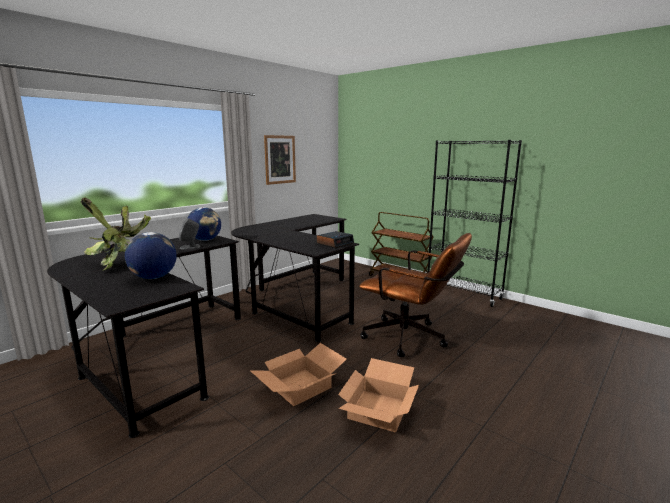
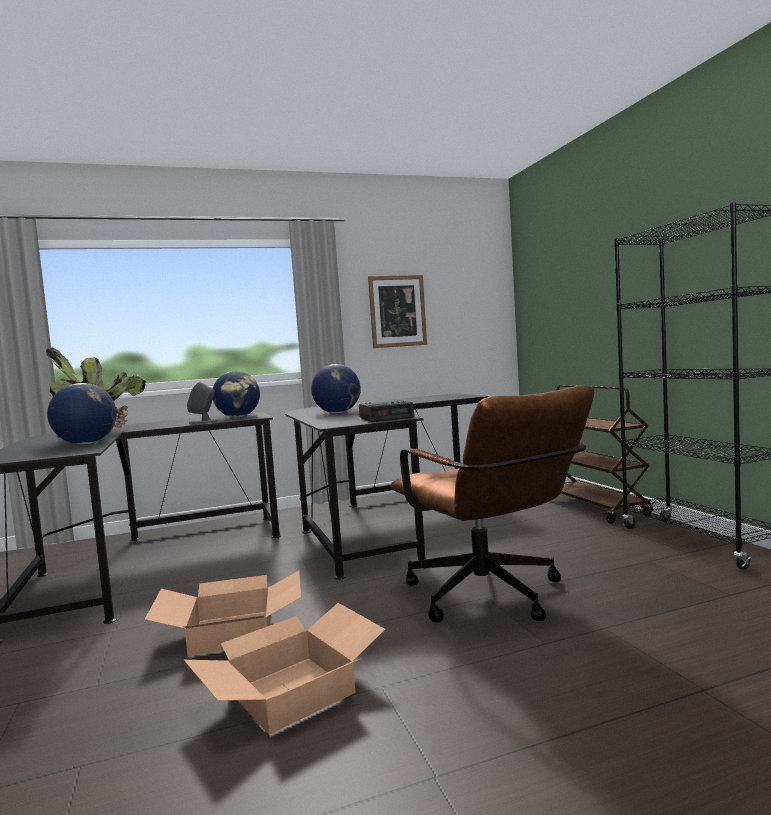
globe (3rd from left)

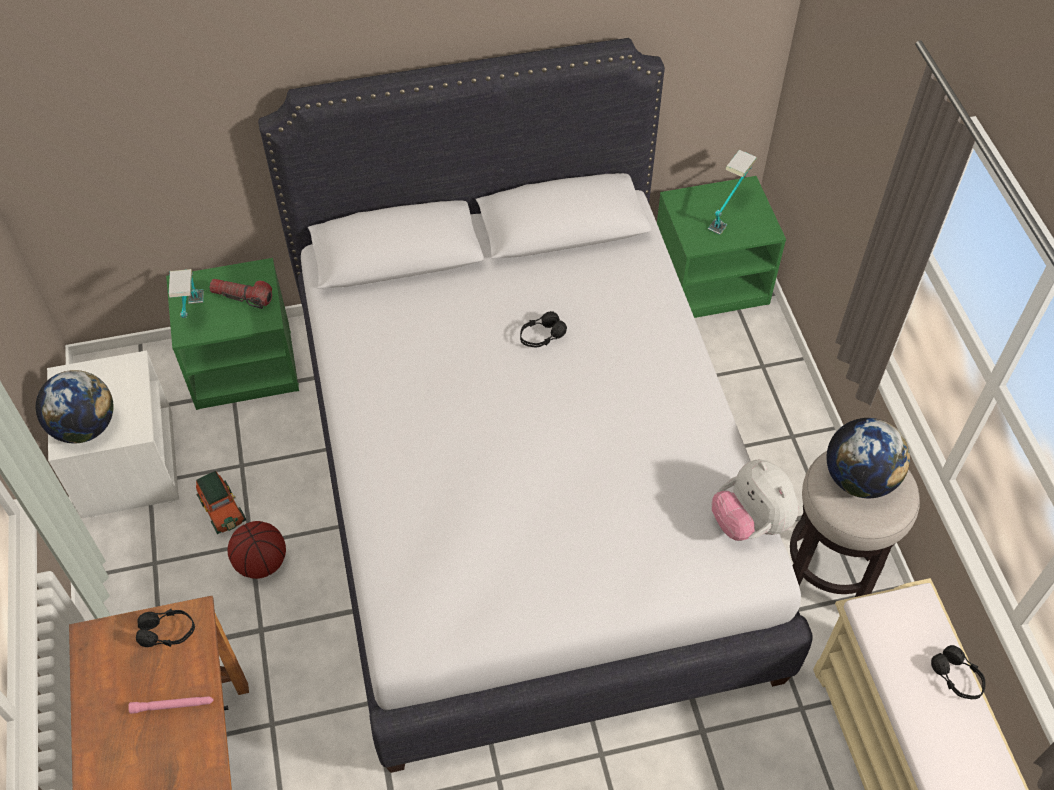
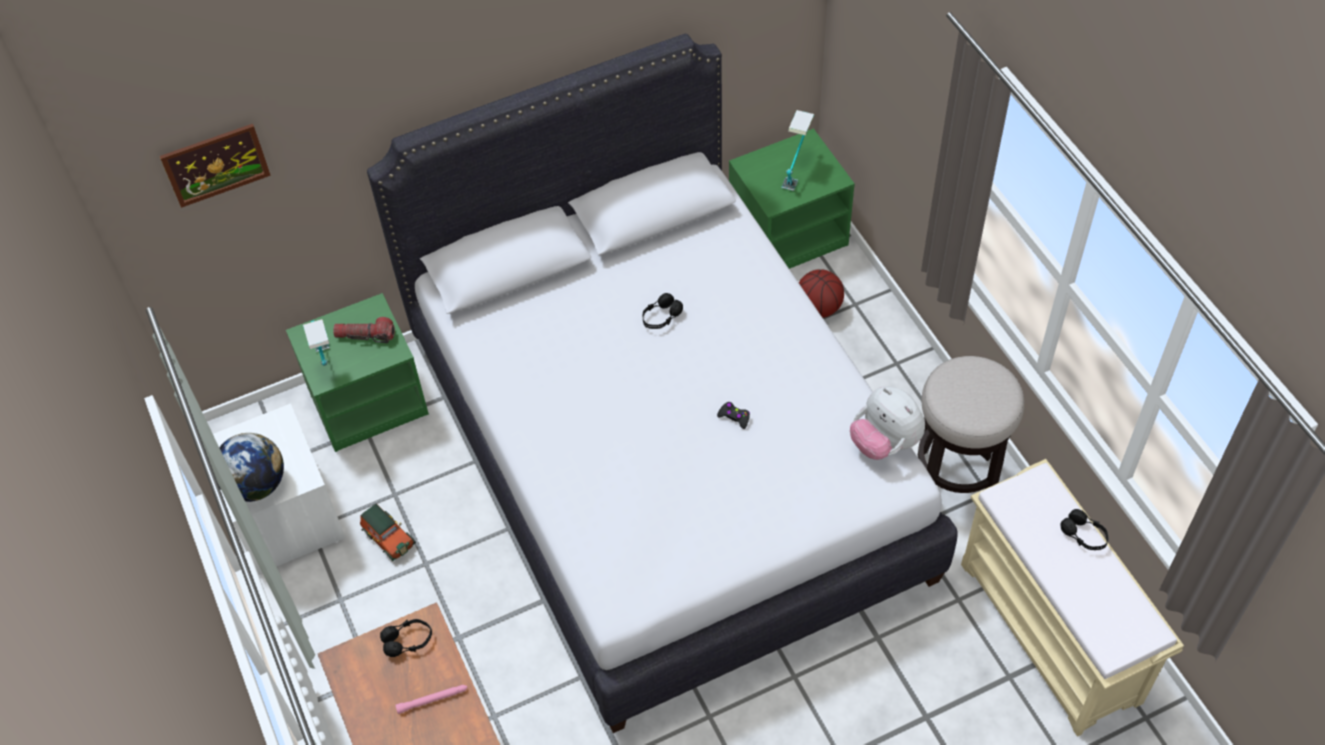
globe (2nd from left in the first image)
ballon de basket
tableau
manette/noir

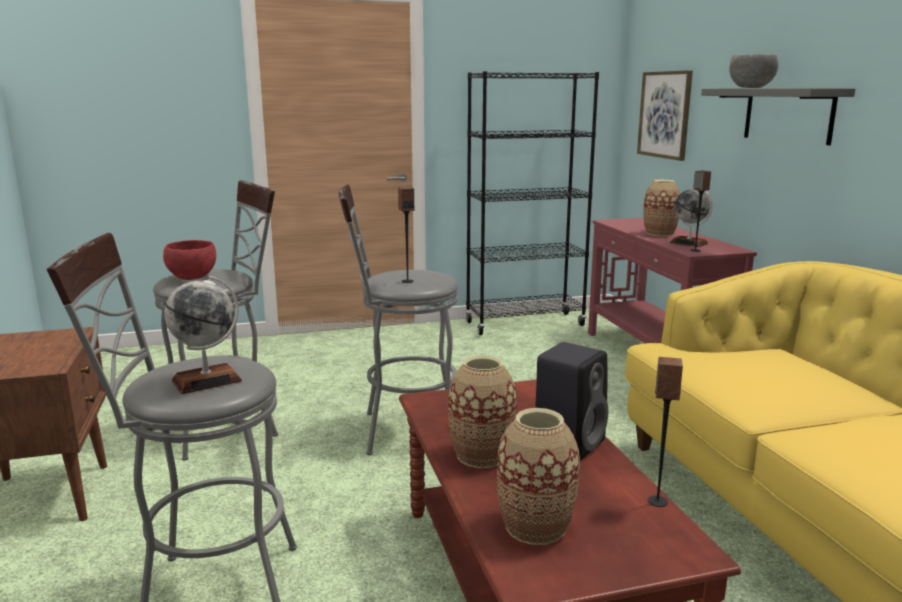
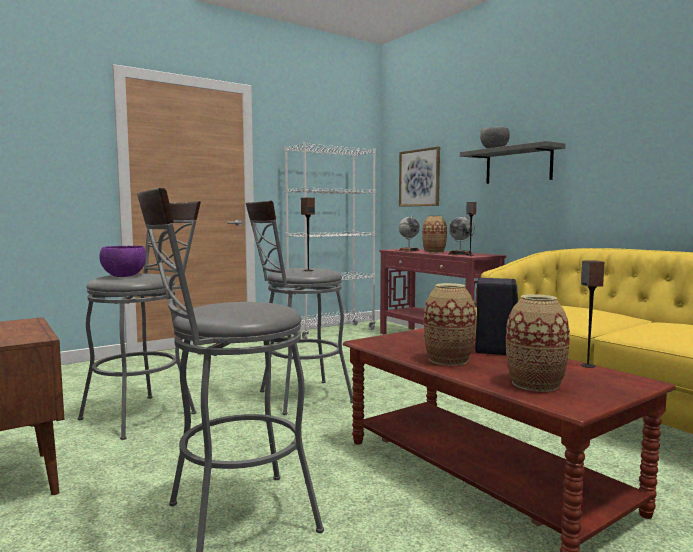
bibliothèque/blanc
bol/violet
globe (1st from left)

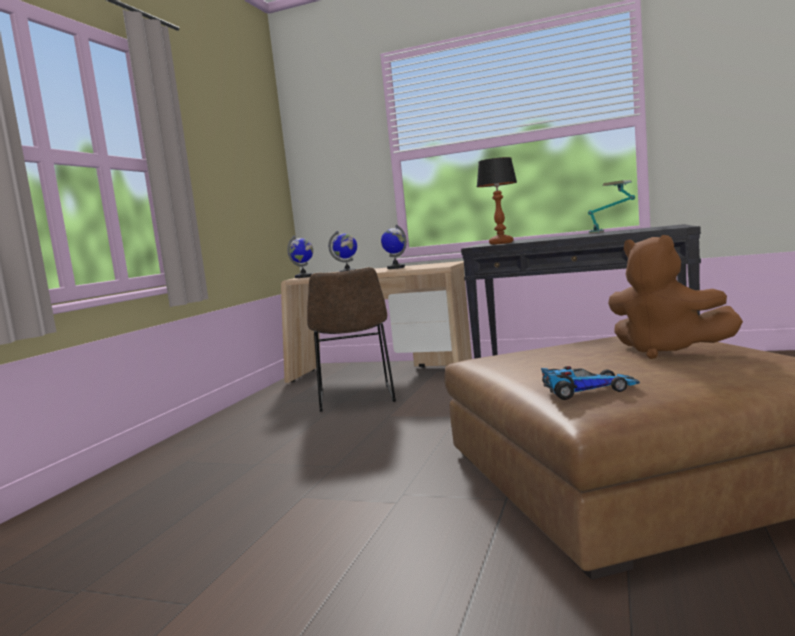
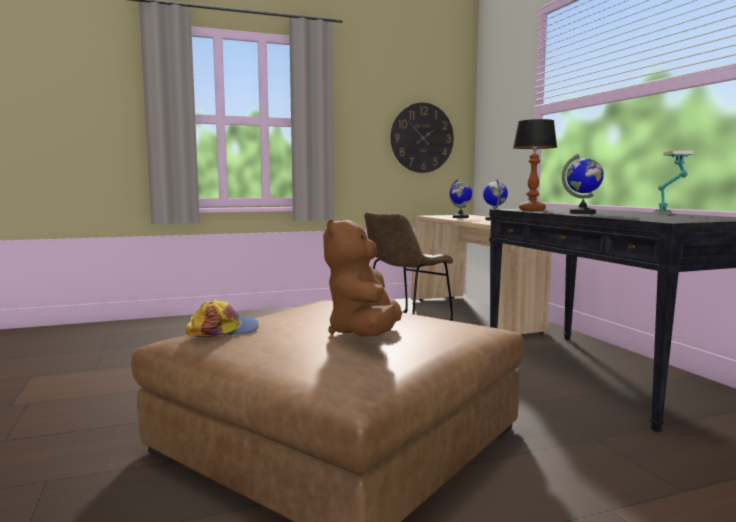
globe (3rd from left)
casquette
horloge murale

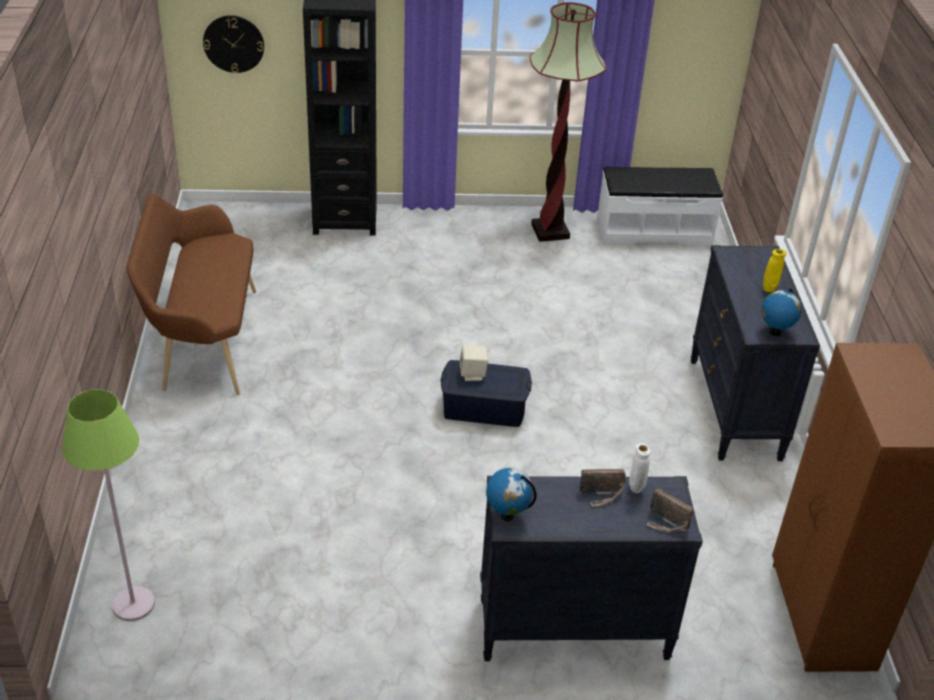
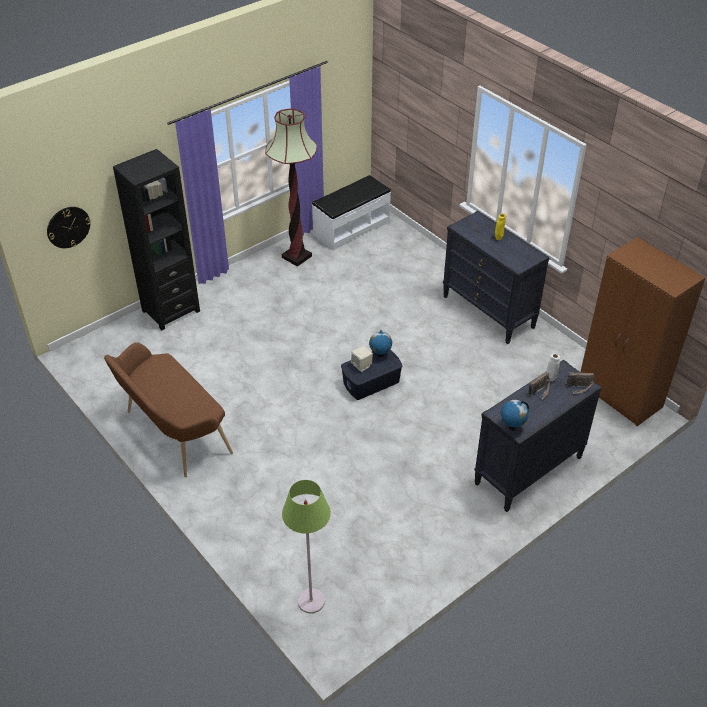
globe (1st from left)

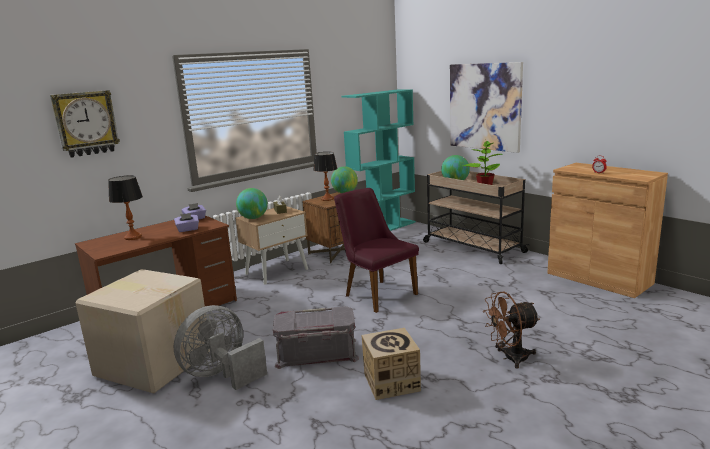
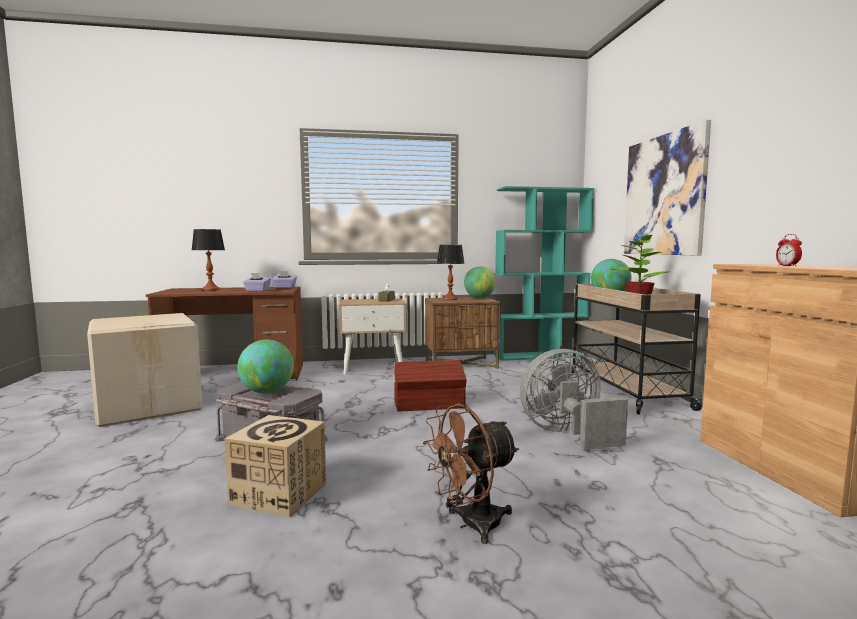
horloge murale
globe (1st from left)
boîte de rangement/marron
ventilateur/marron
ventilateur/gris

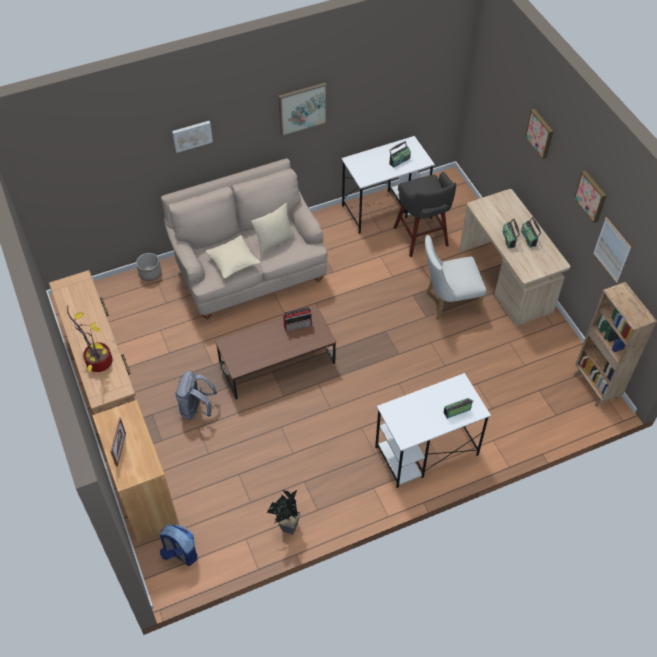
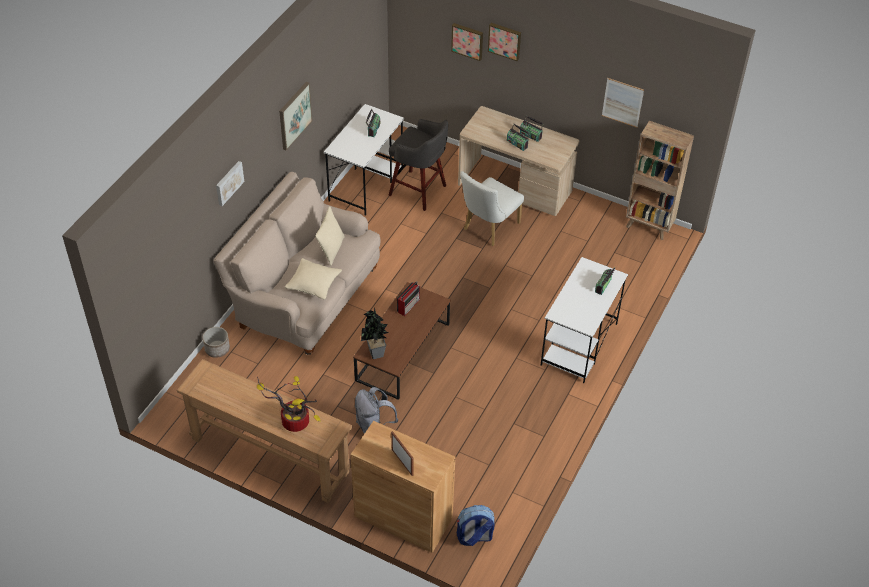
tableau (3rd from left)
plante en pot (2nd from left)

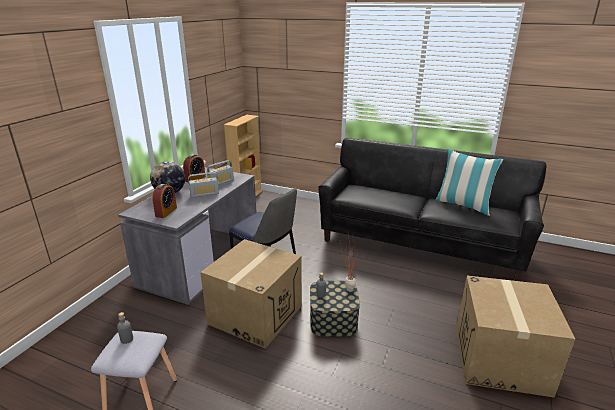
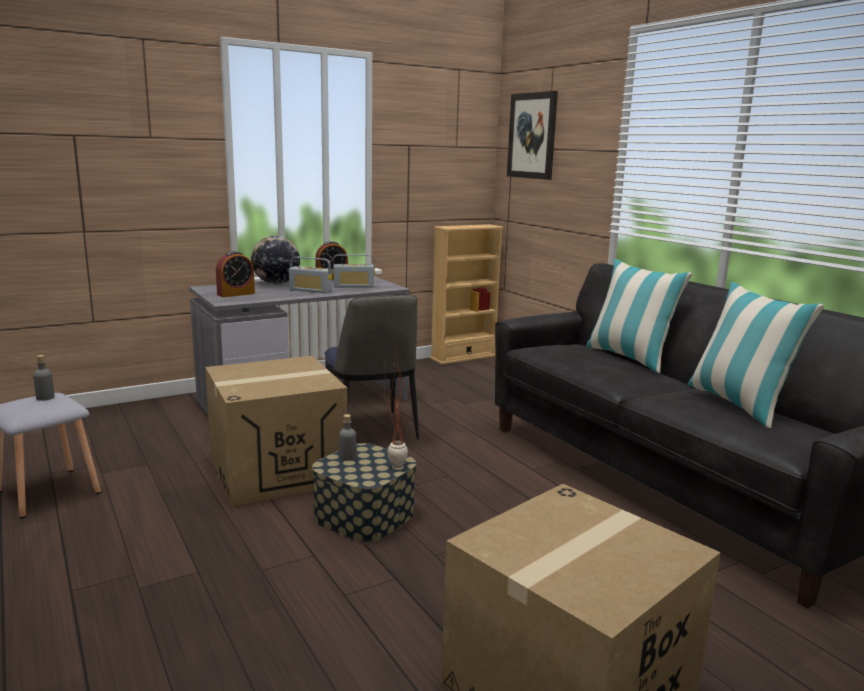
tableau
coussin (1st from left)

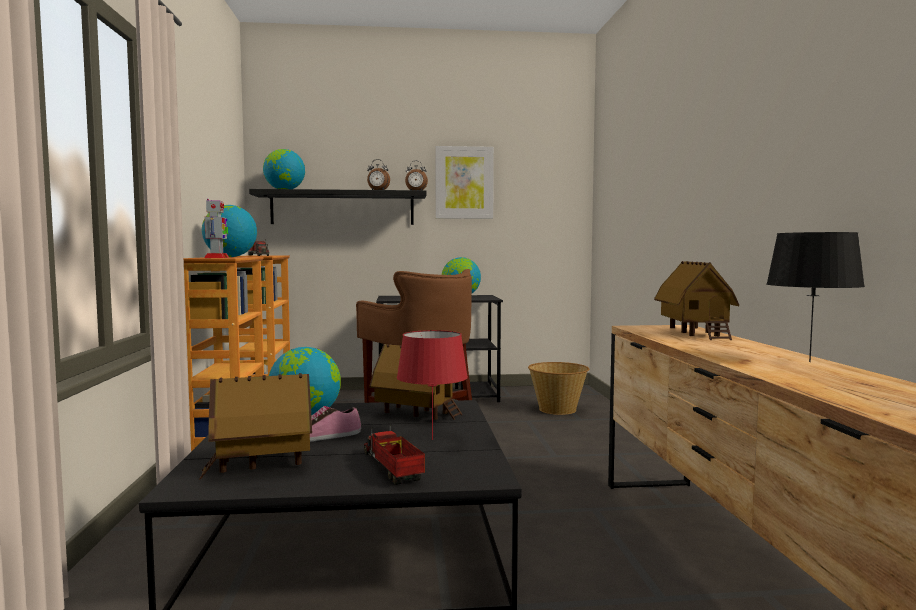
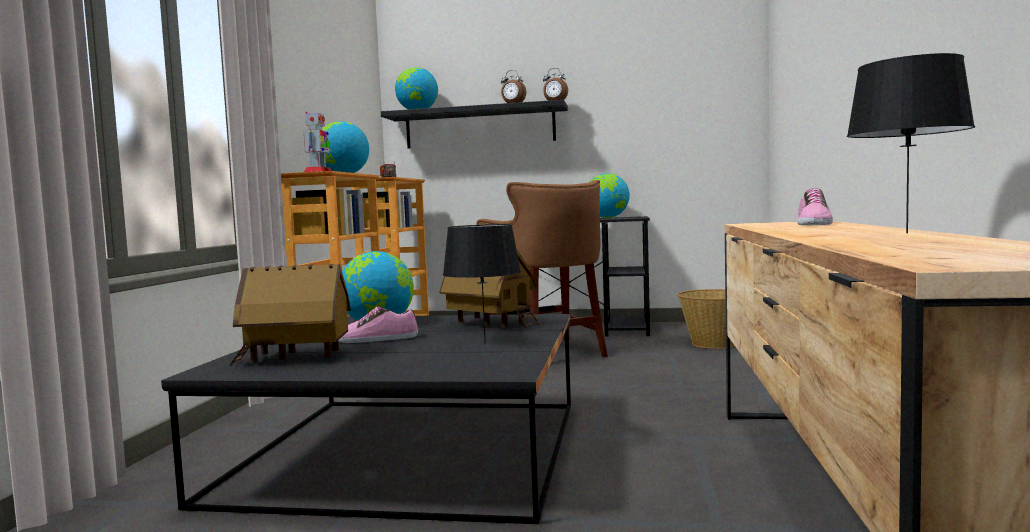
tableau
chaussure (2nd from left)
lampe de table/noir (1st from left)
camion jouet (2nd from left in the first image)

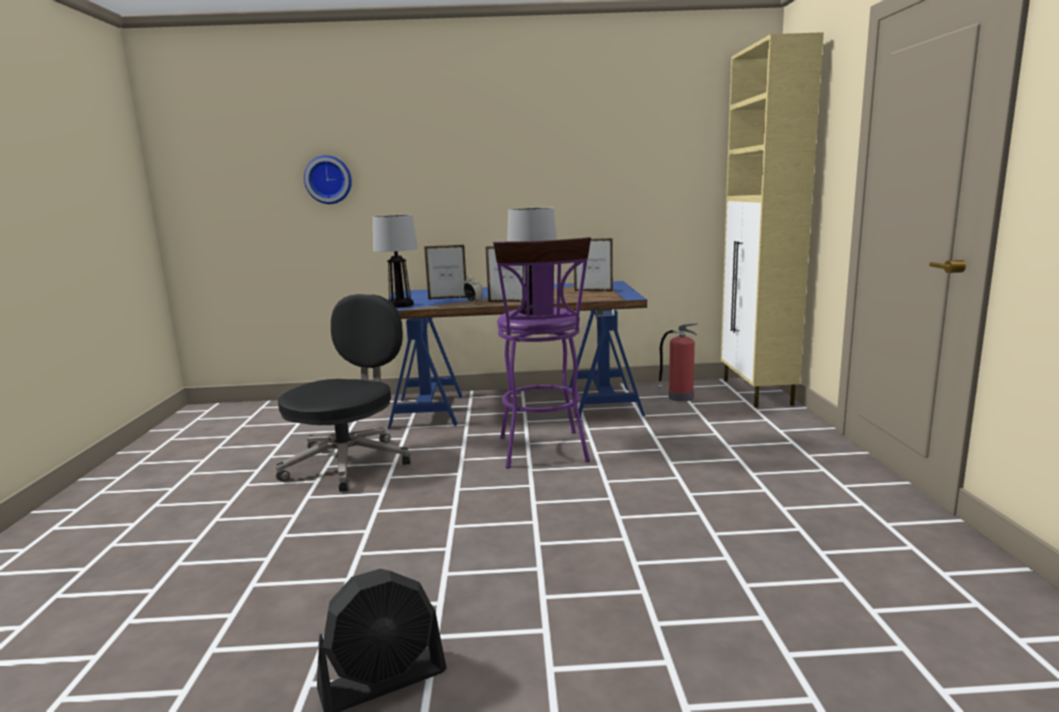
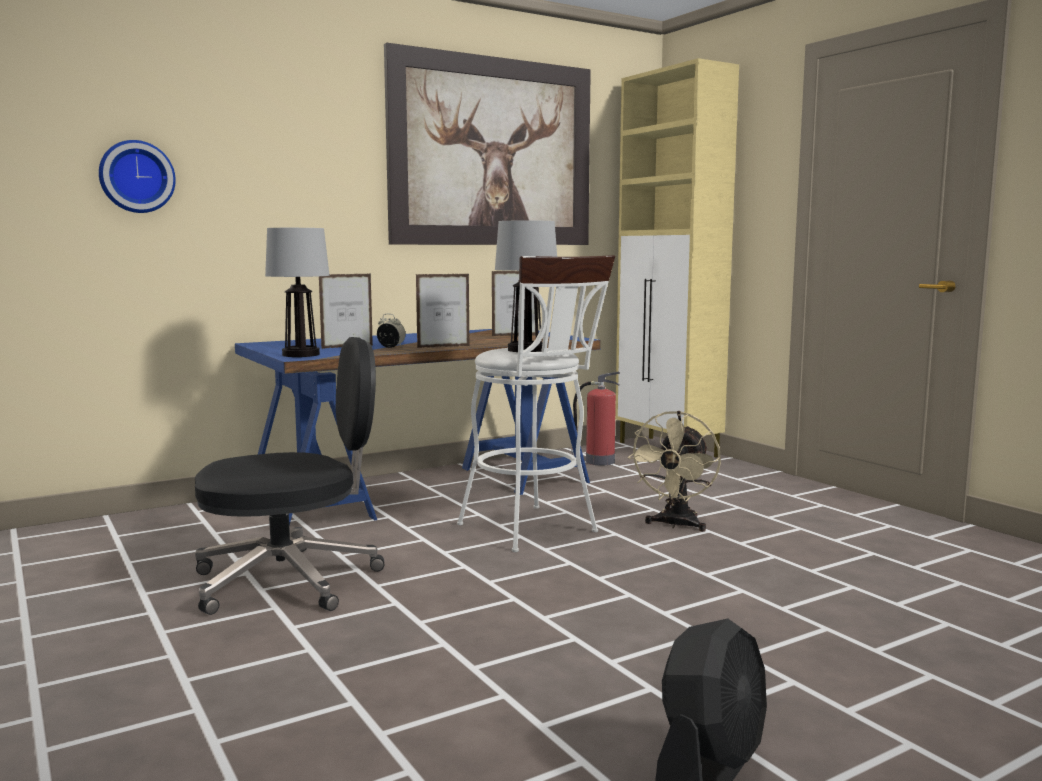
tabouret/blanc
chaise de bureau/noir
tableau
ventilateur/beige

